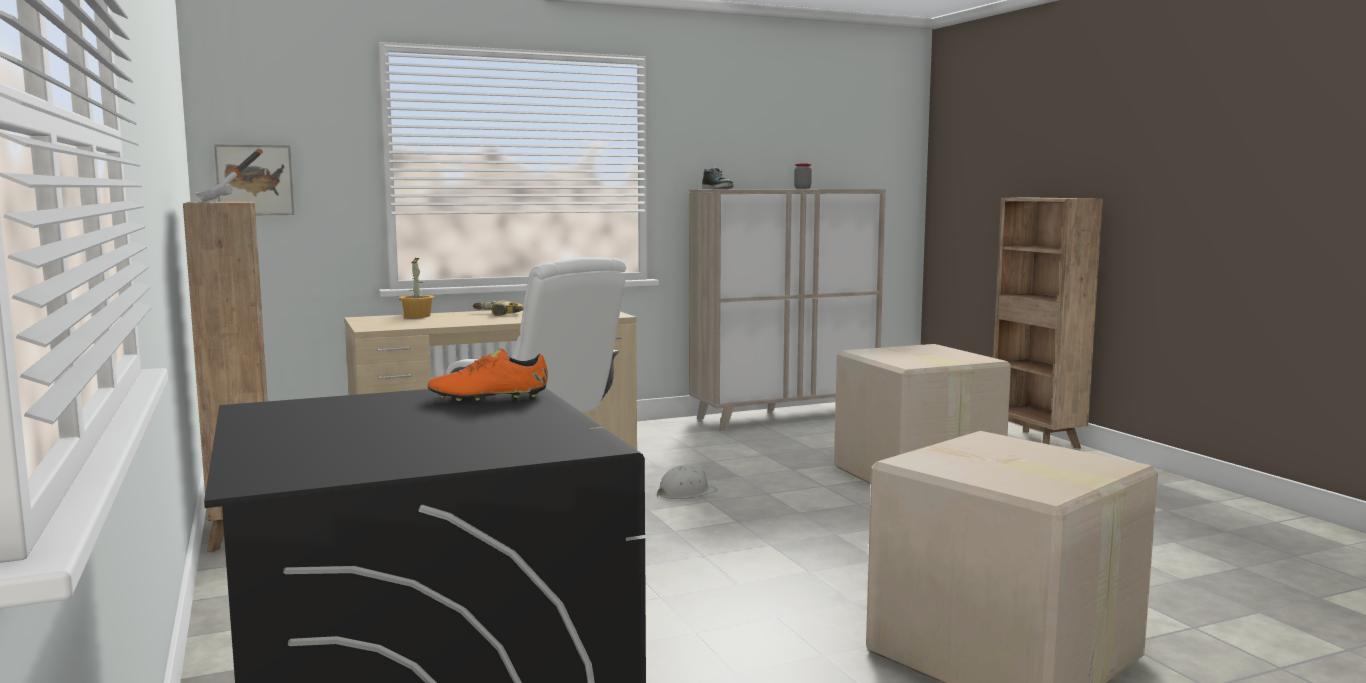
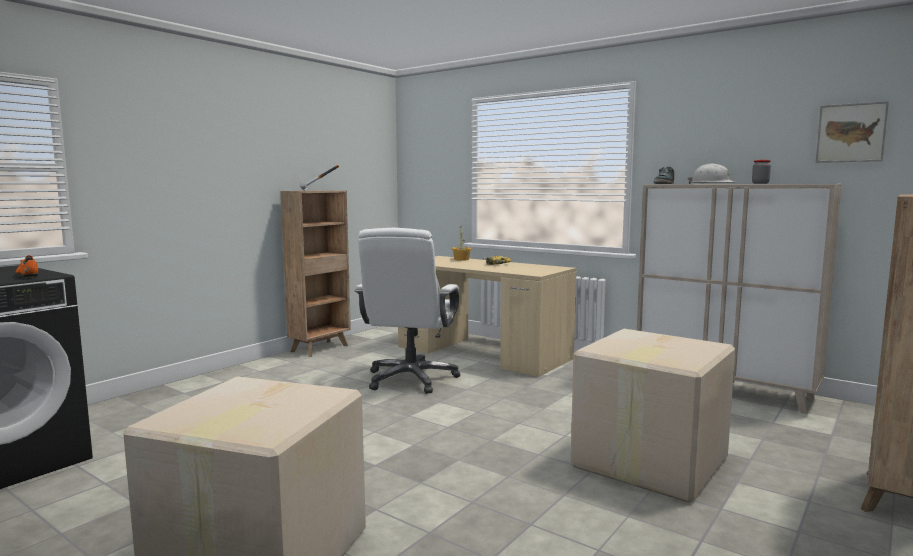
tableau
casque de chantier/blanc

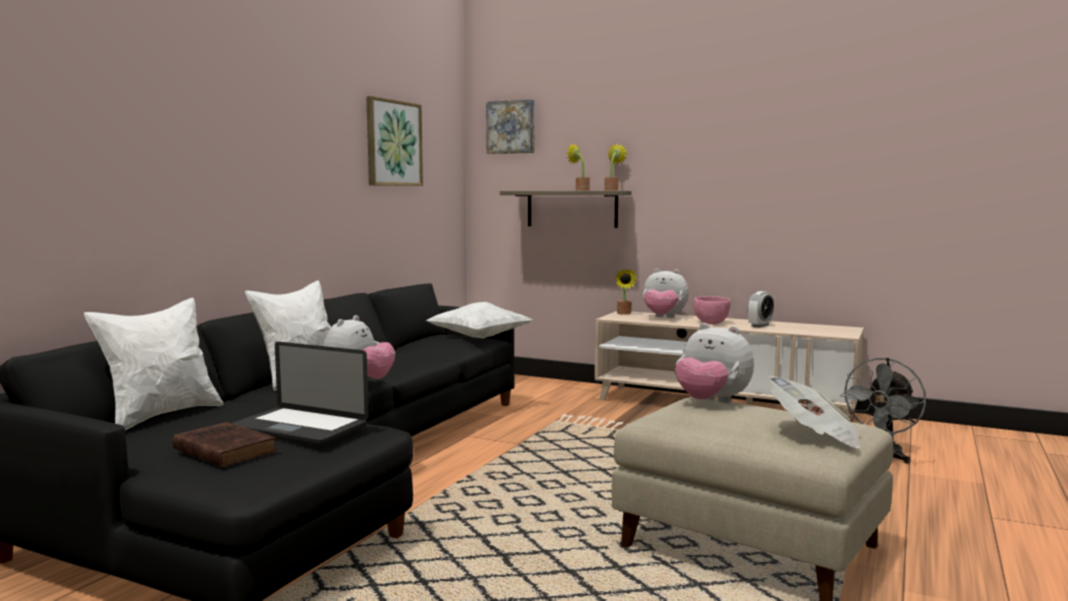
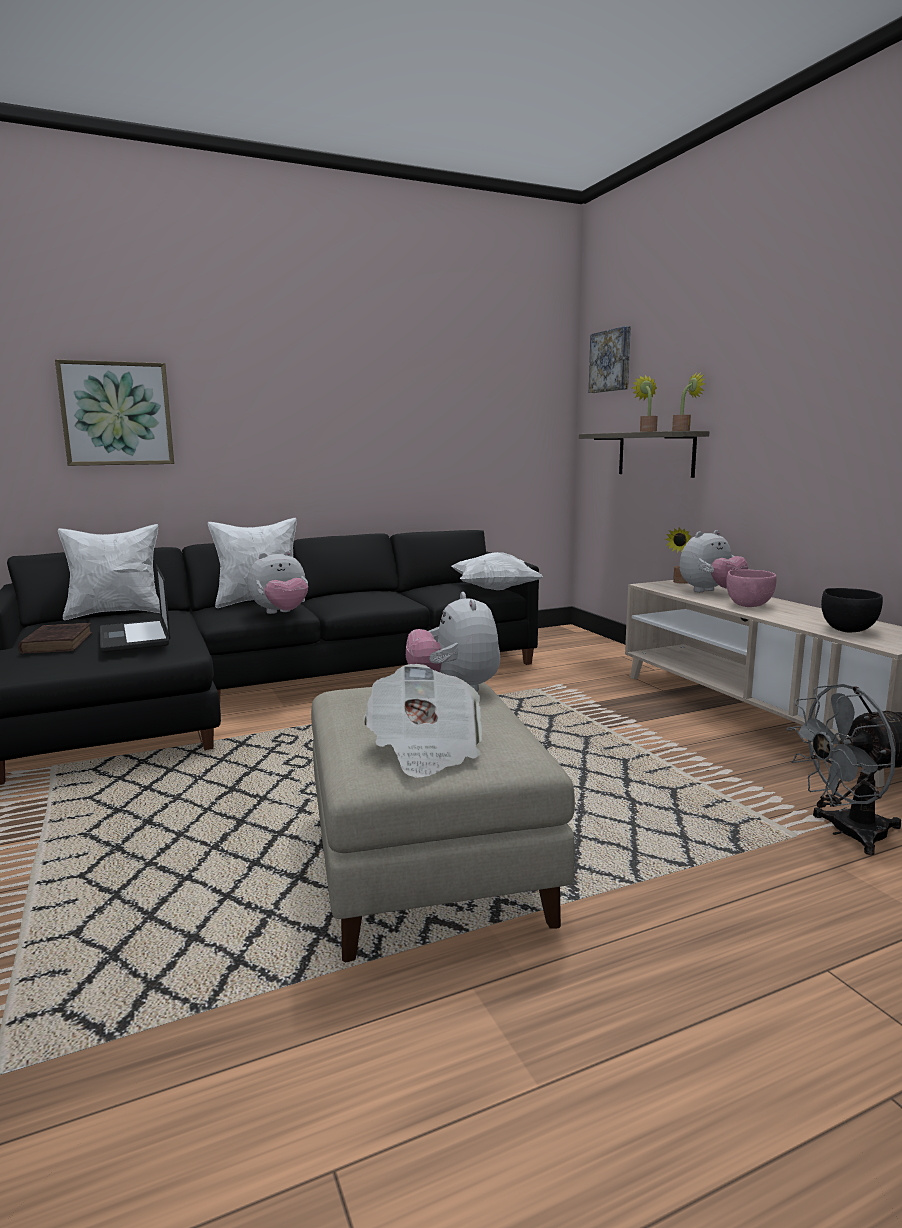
tableau (1st from left)
peluche (3rd from left)
réveil
bol/noir

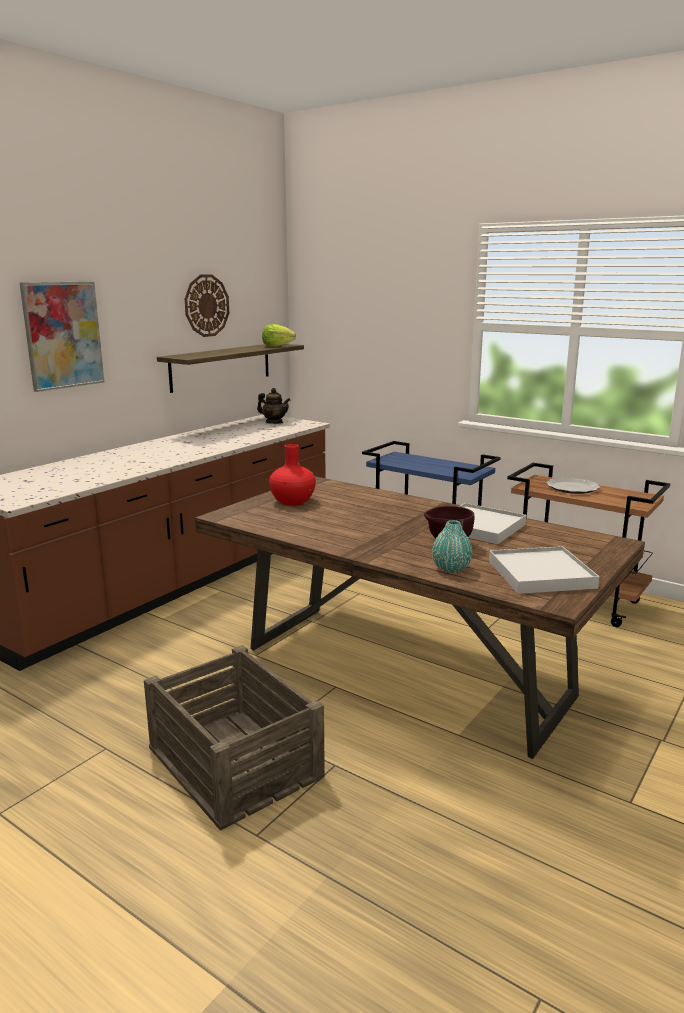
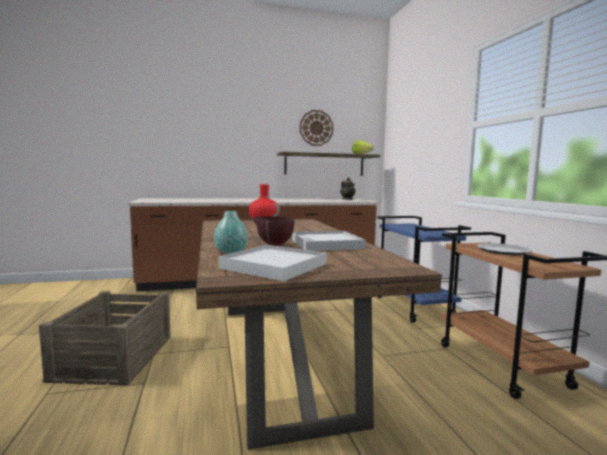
tableau

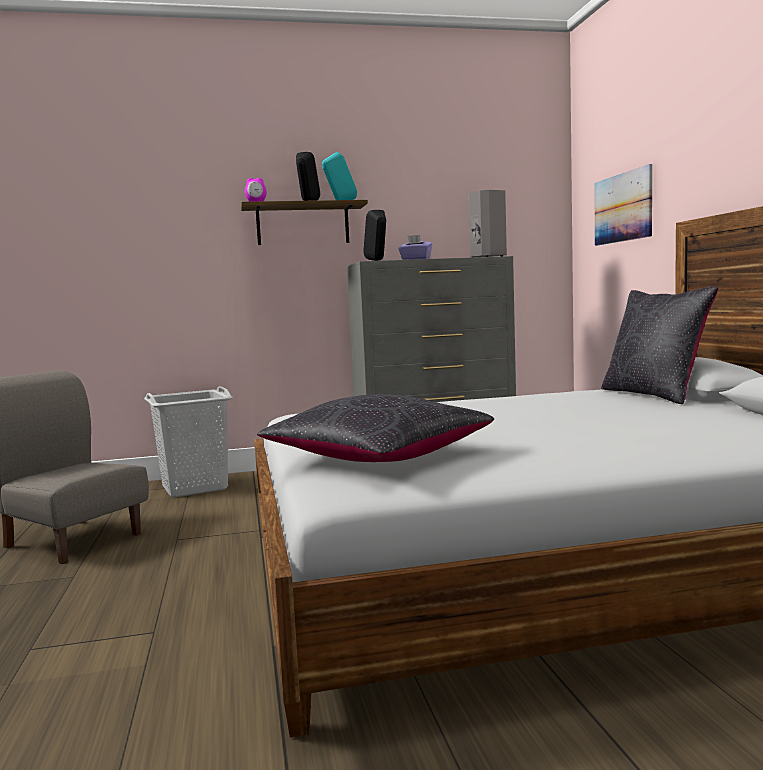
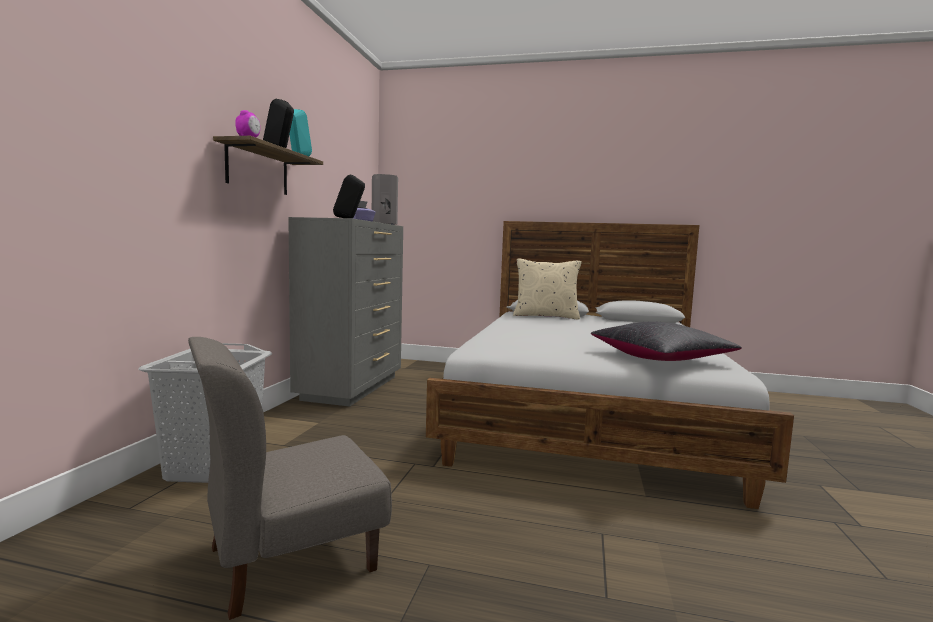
tableau
coussin/beige

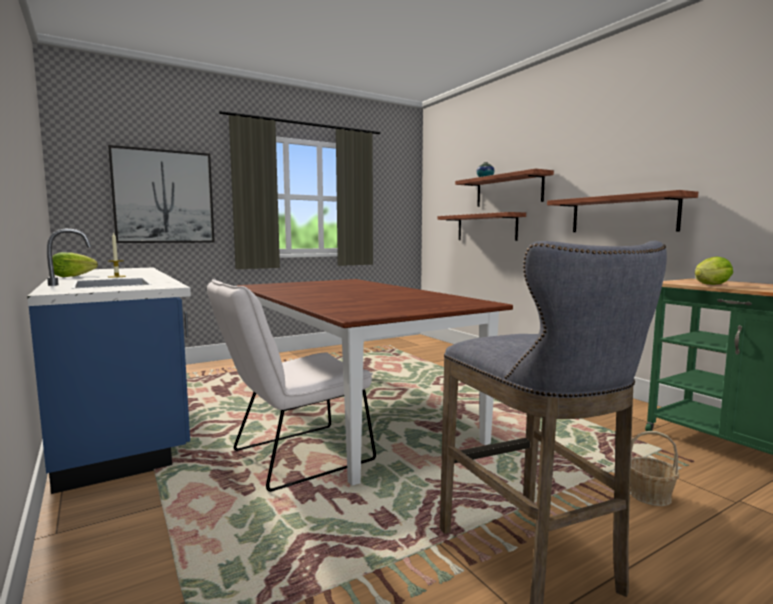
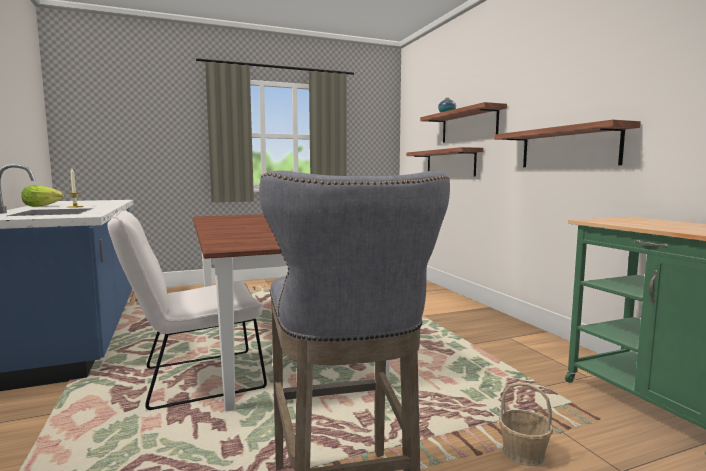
tableau
laitue (2nd from left in the first image)

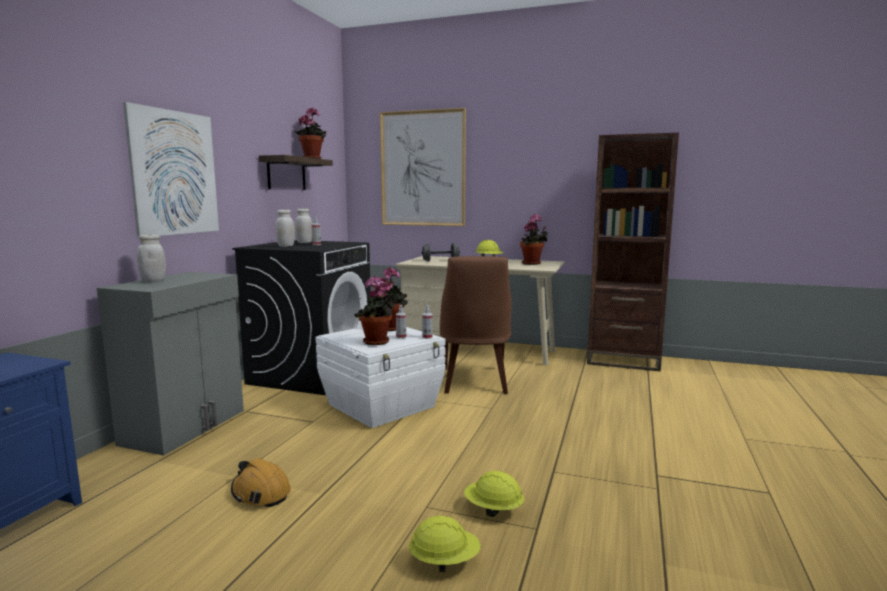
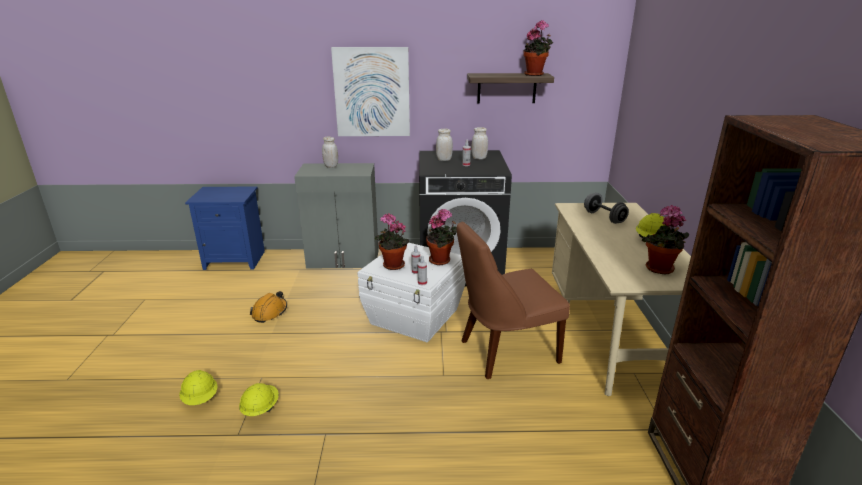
tableau (2nd from left in the first image)

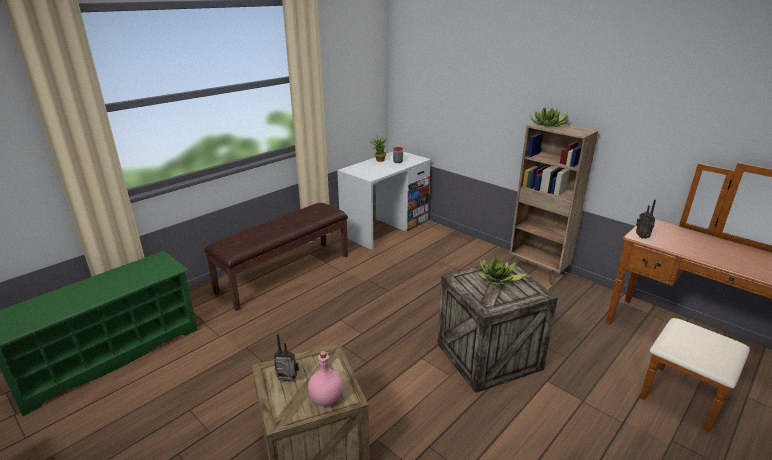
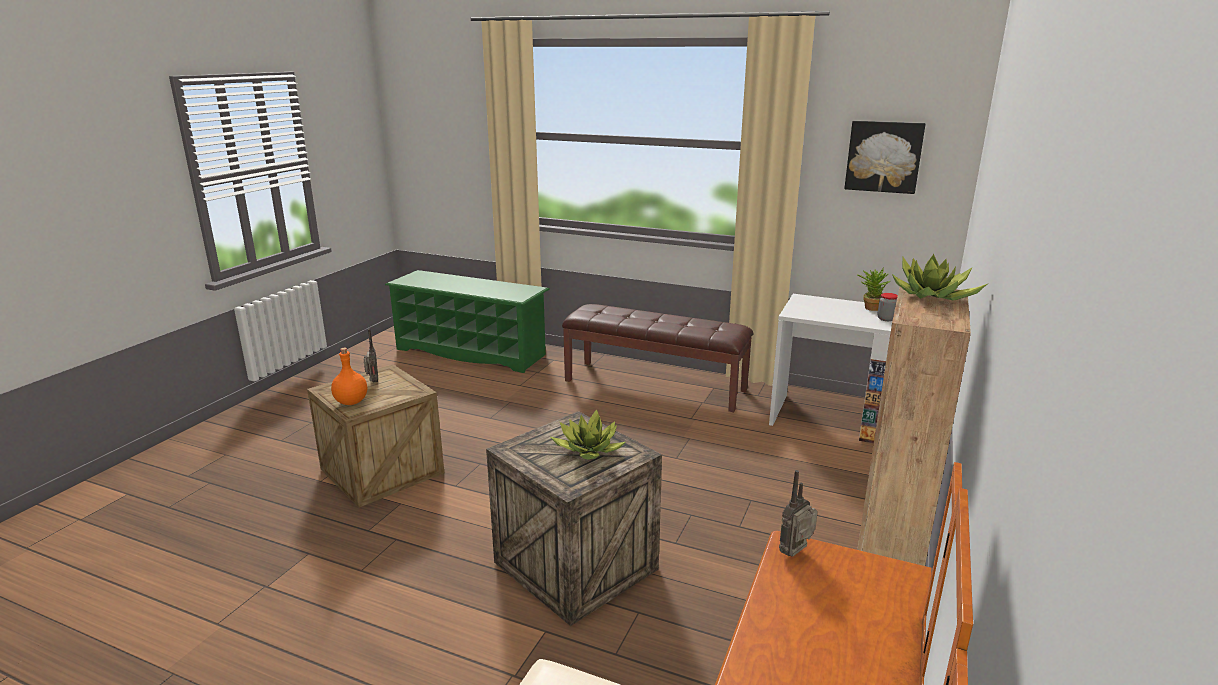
bouteille/orange
tableau

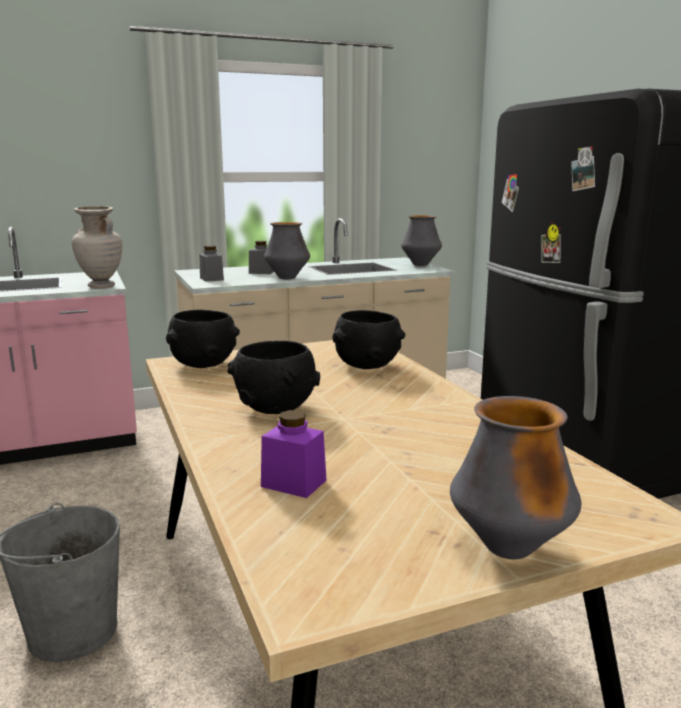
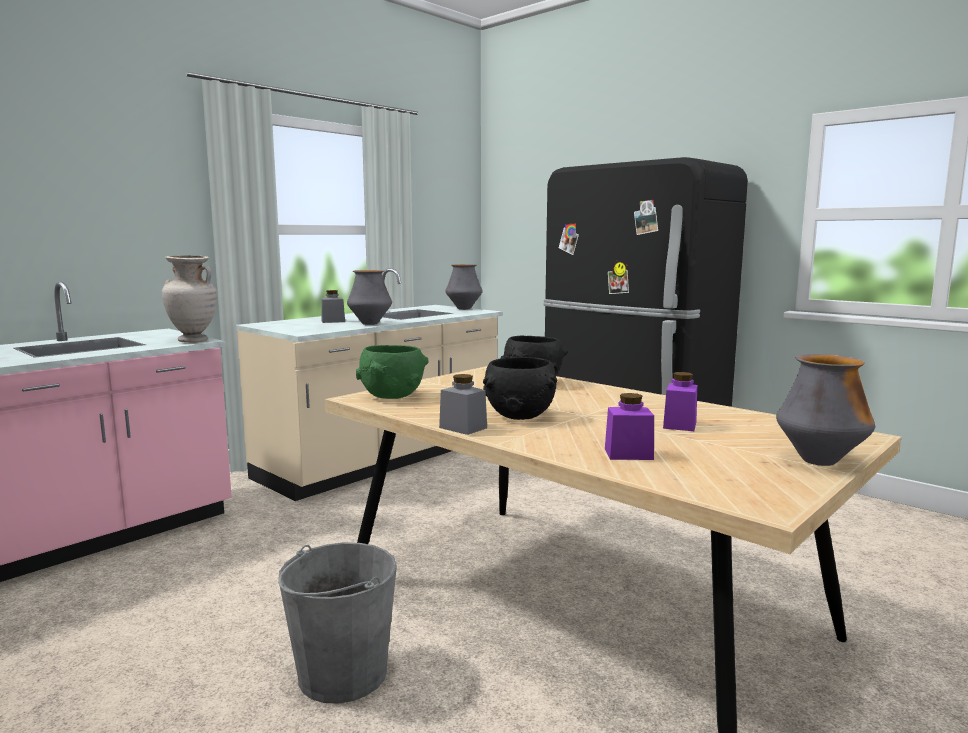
bocal/gris (2nd from left)
bol/vert
bocal/violet (2nd from left)

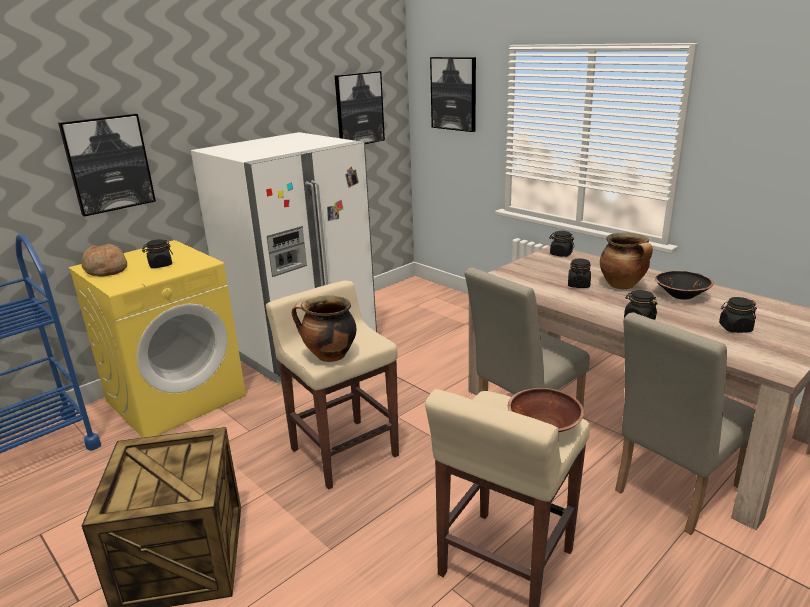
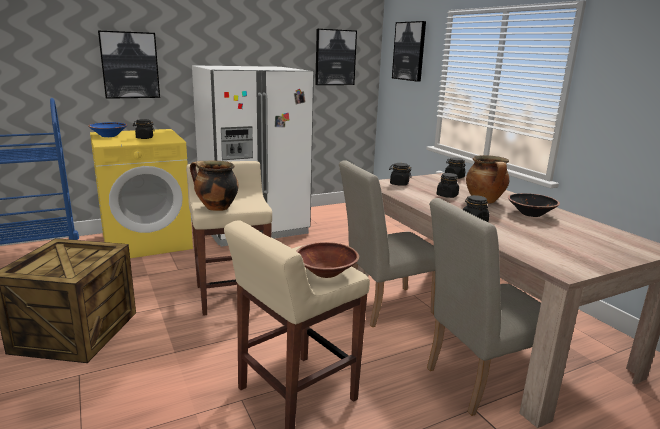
bol/bleu
bocal/noir (2nd from left)

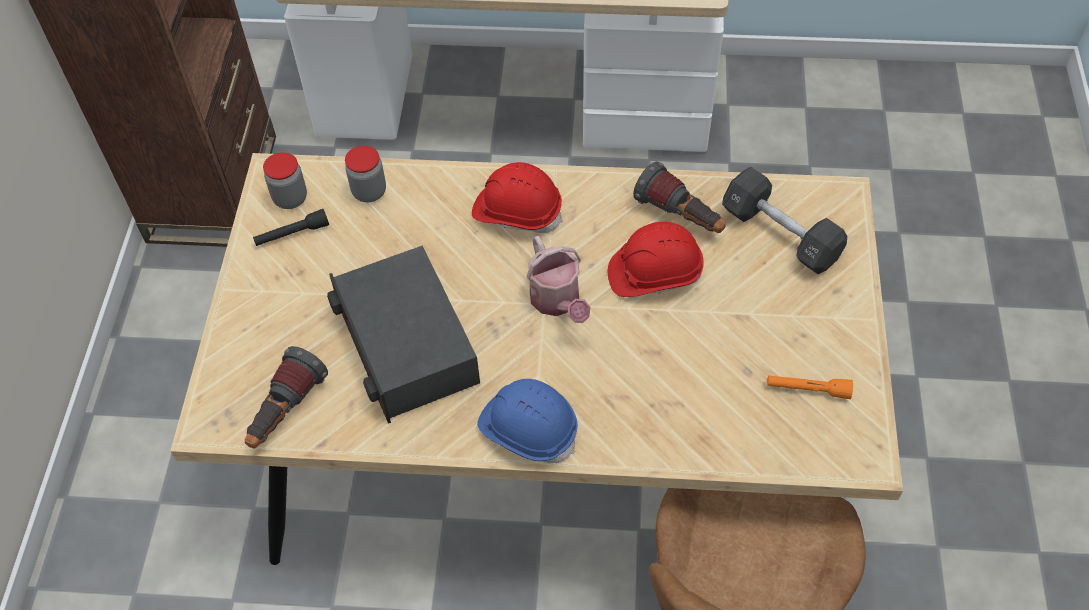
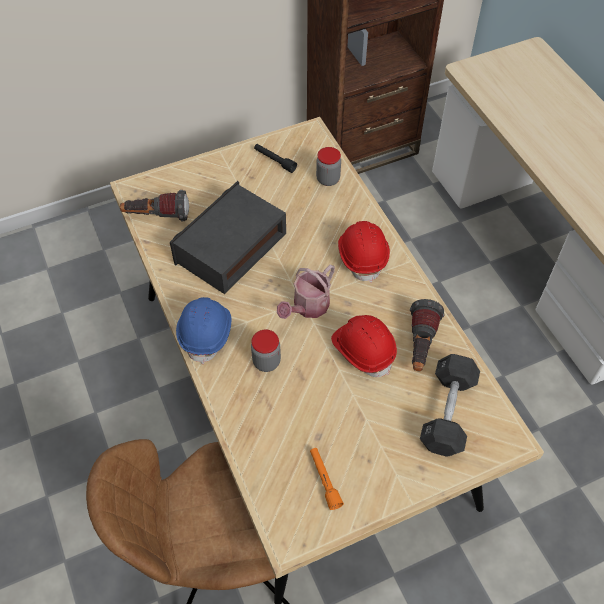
bocal (1st from left)

